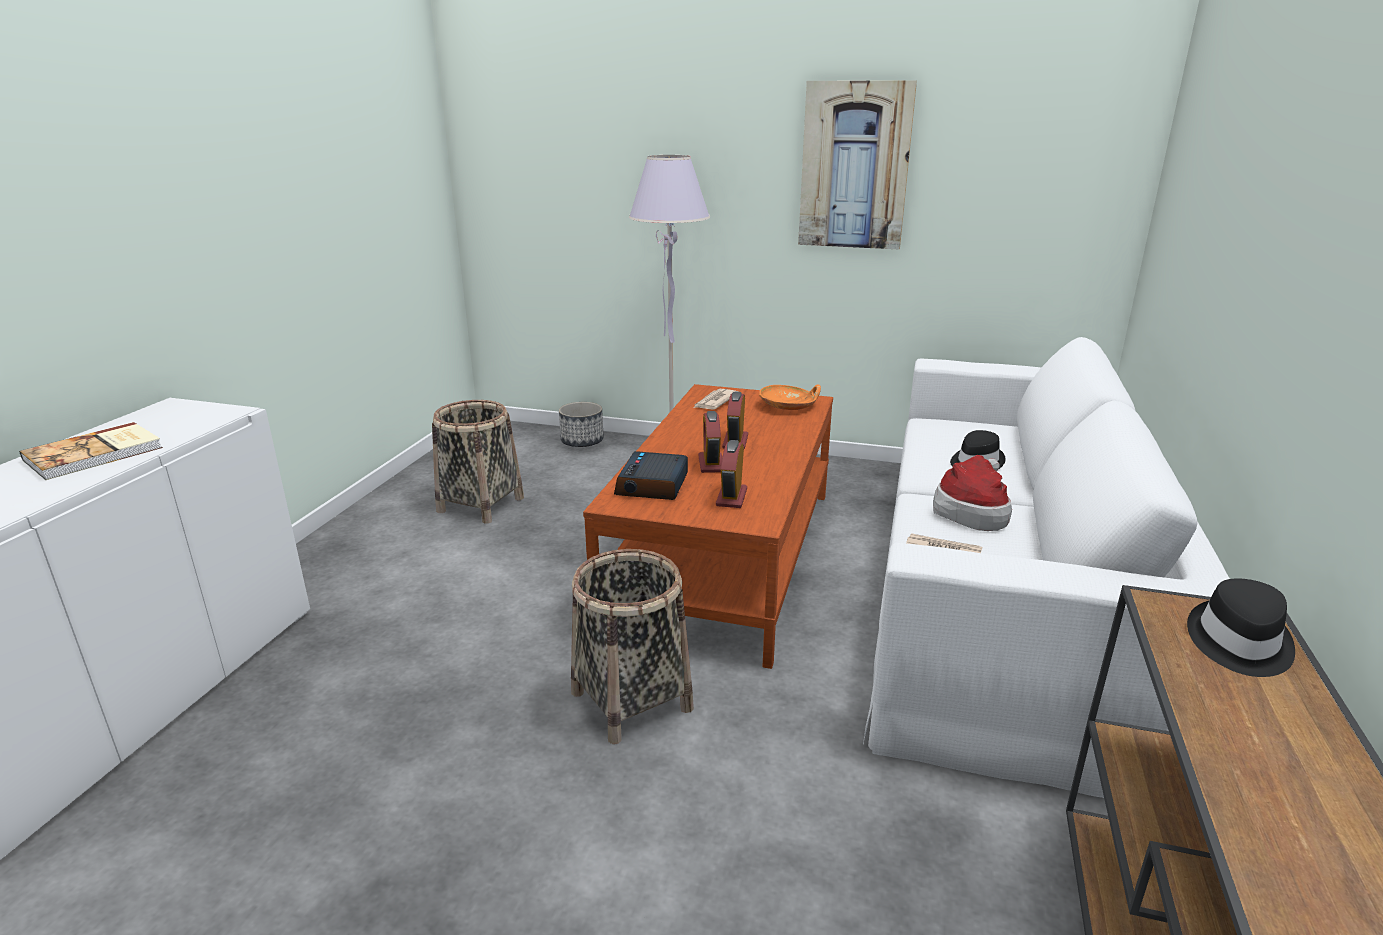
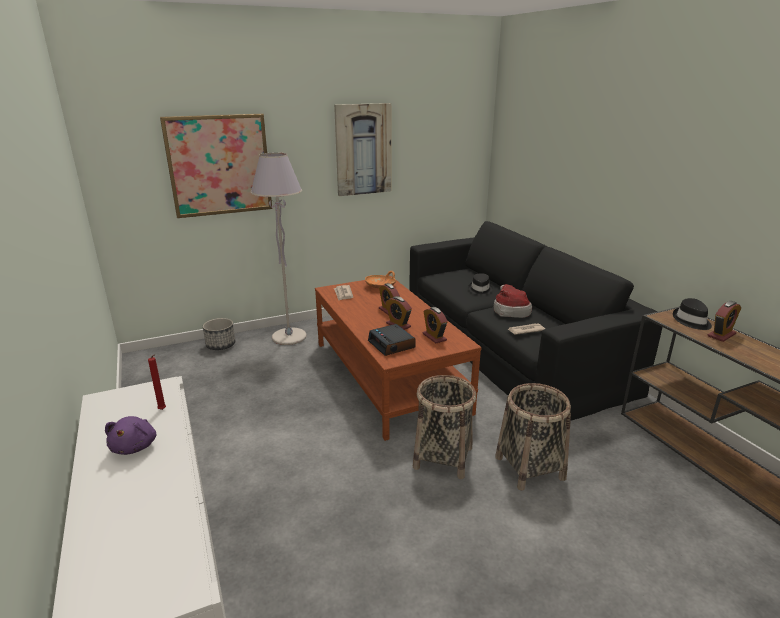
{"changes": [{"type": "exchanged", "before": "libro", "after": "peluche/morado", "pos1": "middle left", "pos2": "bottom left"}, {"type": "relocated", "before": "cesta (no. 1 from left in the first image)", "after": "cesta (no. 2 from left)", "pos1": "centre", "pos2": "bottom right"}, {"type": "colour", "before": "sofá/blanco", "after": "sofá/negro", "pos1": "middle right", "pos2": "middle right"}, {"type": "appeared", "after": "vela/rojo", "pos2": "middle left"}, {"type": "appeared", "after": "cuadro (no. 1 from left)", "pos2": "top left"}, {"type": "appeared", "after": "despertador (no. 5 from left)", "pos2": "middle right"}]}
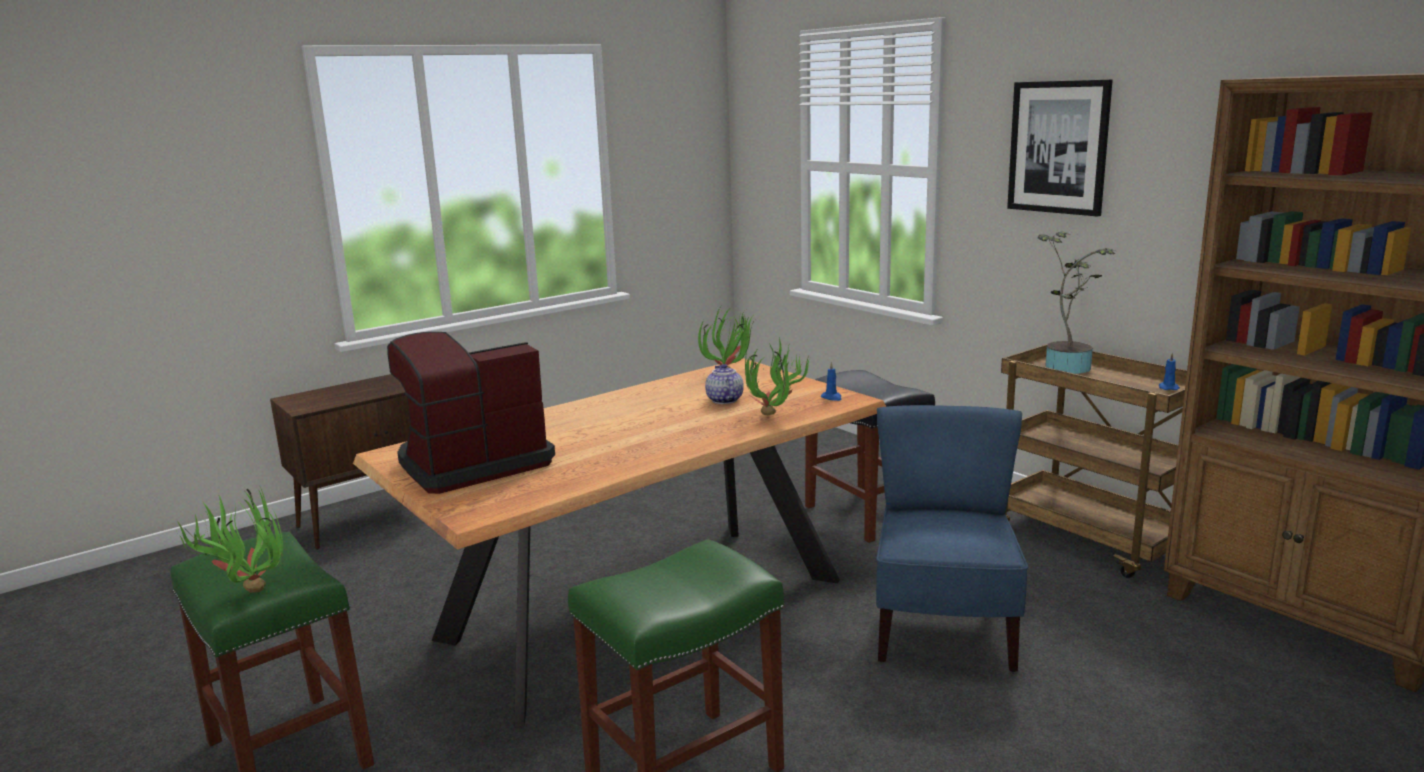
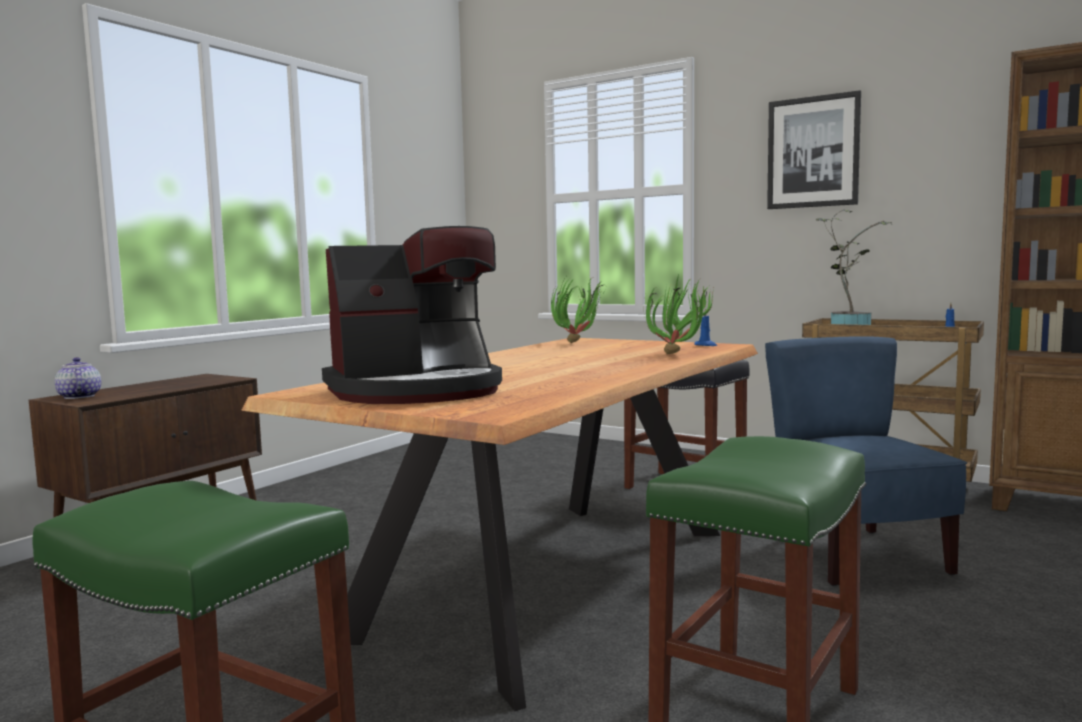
{"changes": [{"type": "missing", "before": "planta en maceta (no. 1 from left)", "pos1": "bottom left"}, {"type": "spun", "before": "cafetera", "pos1": "middle left", "pos2": "centre", "turn": -150}, {"type": "relocated", "before": "tetera", "pos1": "centre", "pos2": "middle left"}]}
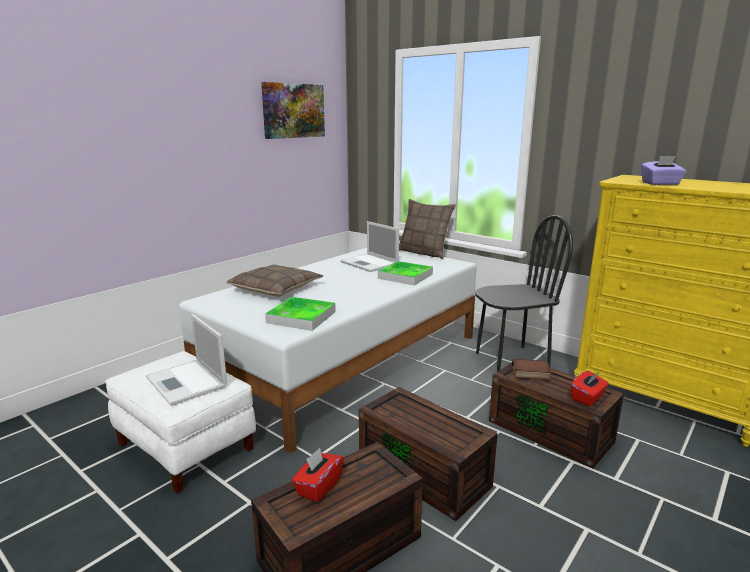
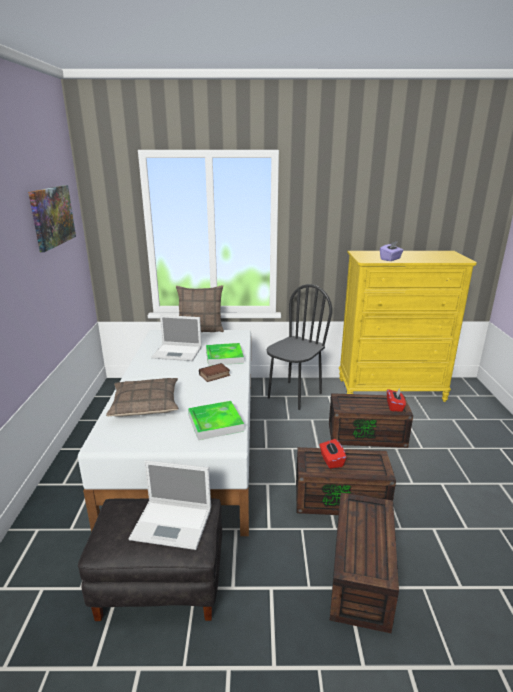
{"changes": [{"type": "colour", "before": "puf/blanco", "after": "puf/negro", "pos1": "bottom left", "pos2": "bottom left"}, {"type": "relocated", "before": "caja de pañuelos/rojo (no. 1 from left)", "pos1": "bottom centre", "pos2": "centre"}, {"type": "relocated", "before": "libro", "pos1": "middle right", "pos2": "centre"}]}
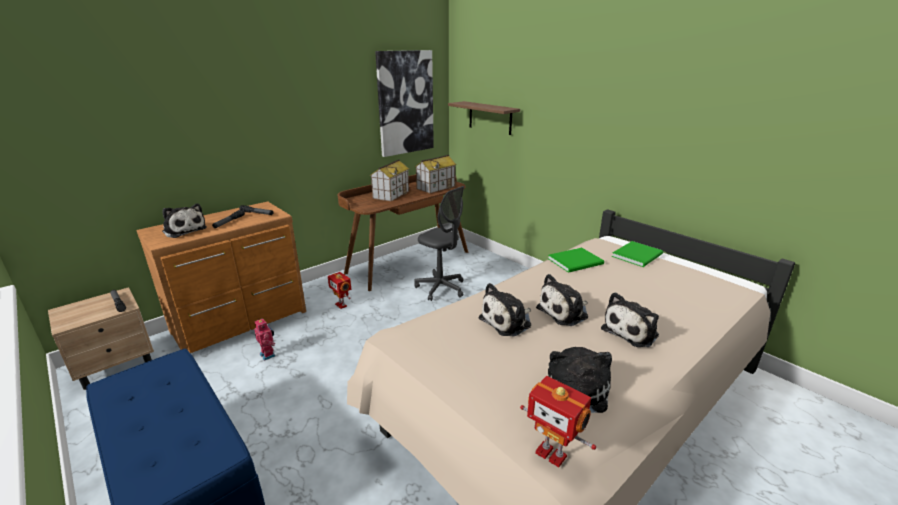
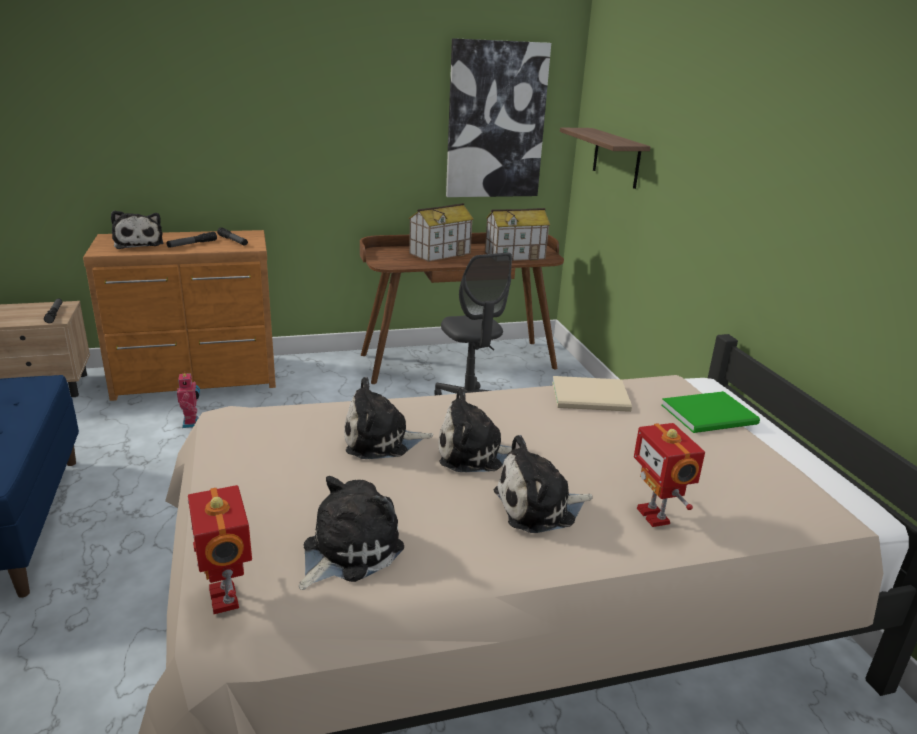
{"changes": [{"type": "relocated", "before": "robot de juguete (no. 2 from left in the first image)", "after": "robot de juguete (no. 3 from left)", "pos1": "centre", "pos2": "middle right"}, {"type": "colour", "before": "libro/verde (no. 1 from left)", "after": "libro/beis", "pos1": "centre", "pos2": "centre"}]}
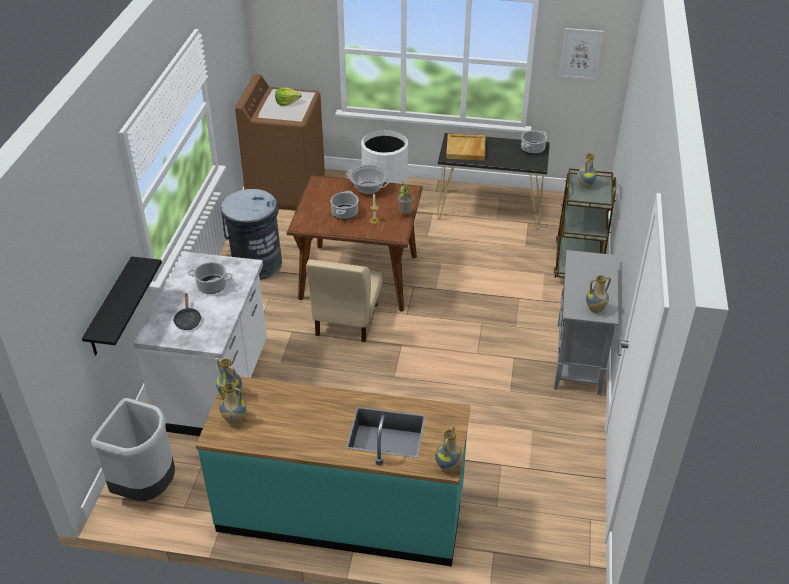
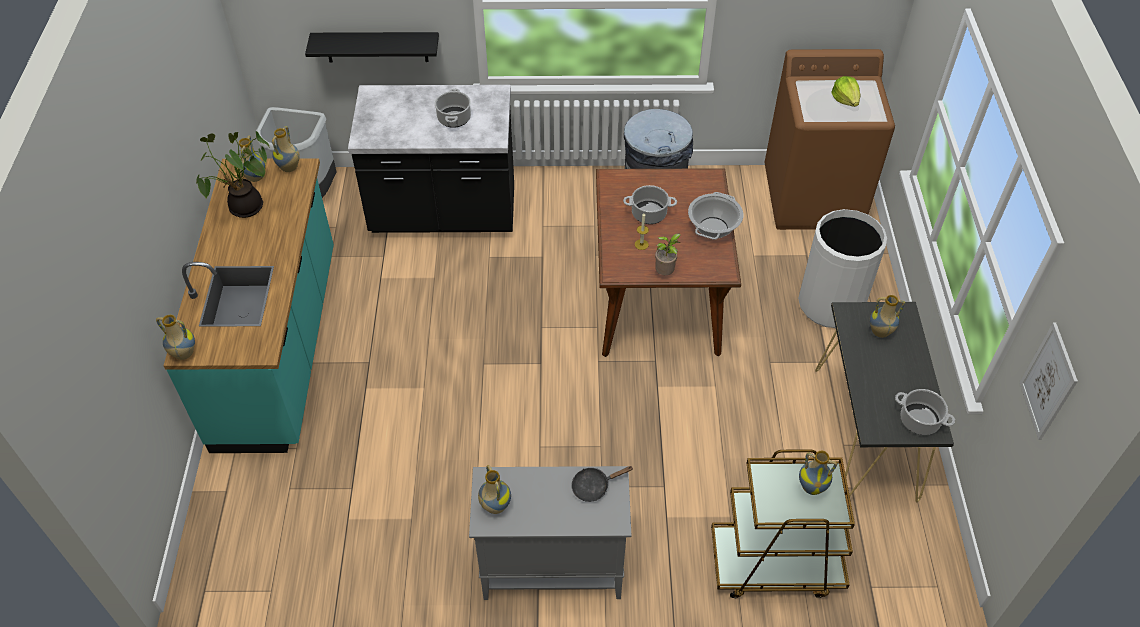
{"changes": [{"type": "colour", "before": "mueble bajo de cocina/blanco", "after": "mueble bajo de cocina/negro", "pos1": "middle left", "pos2": "top centre"}, {"type": "relocated", "before": "sartén/negro", "pos1": "middle left", "pos2": "bottom centre"}, {"type": "missing", "before": "silla/beis", "pos1": "centre"}, {"type": "exchanged", "before": "bandeja/beis", "after": "florero (no. 6 from left)", "pos1": "top centre", "pos2": "middle right"}, {"type": "appeared", "after": "planta en maceta (no. 1 from left)", "pos2": "top left"}]}
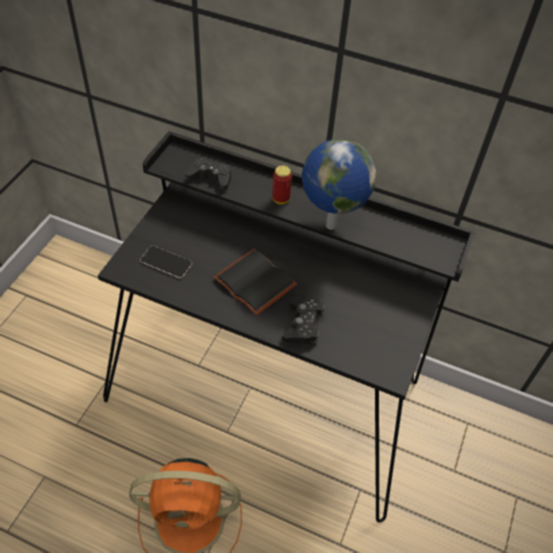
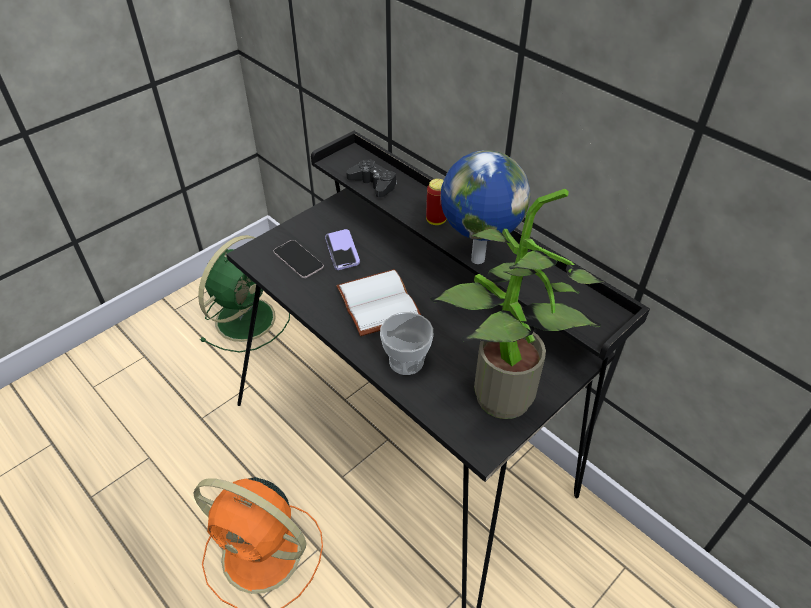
{"changes": [{"type": "colour", "before": "libro/negro", "after": "libro/blanco", "pos1": "centre", "pos2": "centre"}, {"type": "exchanged", "before": "mando de consola/negro (no. 2 from left)", "after": "taza", "pos1": "centre", "pos2": "centre"}, {"type": "appeared", "after": "ventilador/verde", "pos2": "middle left"}, {"type": "appeared", "after": "móvil (no. 2 from left)", "pos2": "centre"}, {"type": "appeared", "after": "planta en maceta", "pos2": "centre"}]}
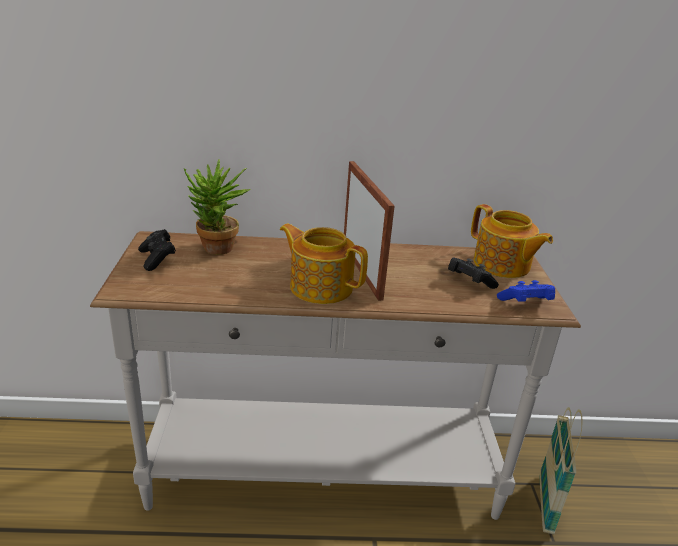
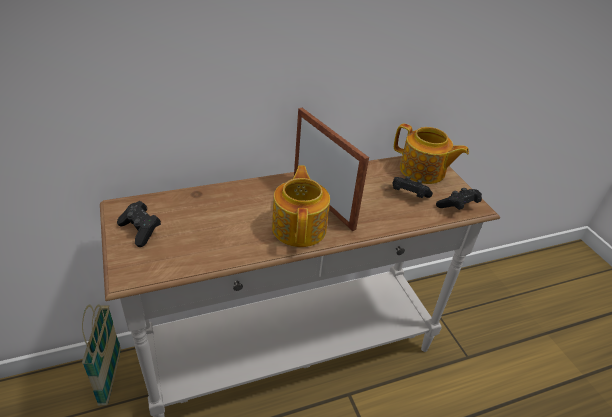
{"changes": [{"type": "missing", "before": "planta en maceta", "pos1": "middle left"}, {"type": "spun", "before": "tetera (no. 1 from left)", "pos1": "centre", "pos2": "centre", "turn": 75}, {"type": "colour", "before": "mando de consola/azul", "after": "mando de consola/negro (no. 3 from left)", "pos1": "middle right", "pos2": "middle right"}, {"type": "relocated", "before": "cesta", "pos1": "bottom right", "pos2": "bottom left"}]}
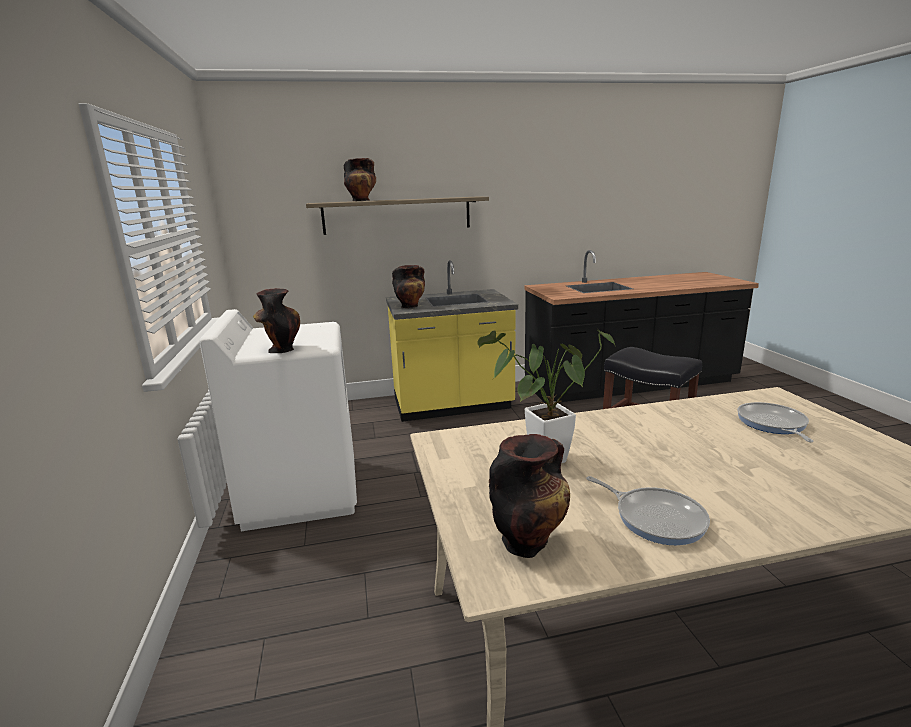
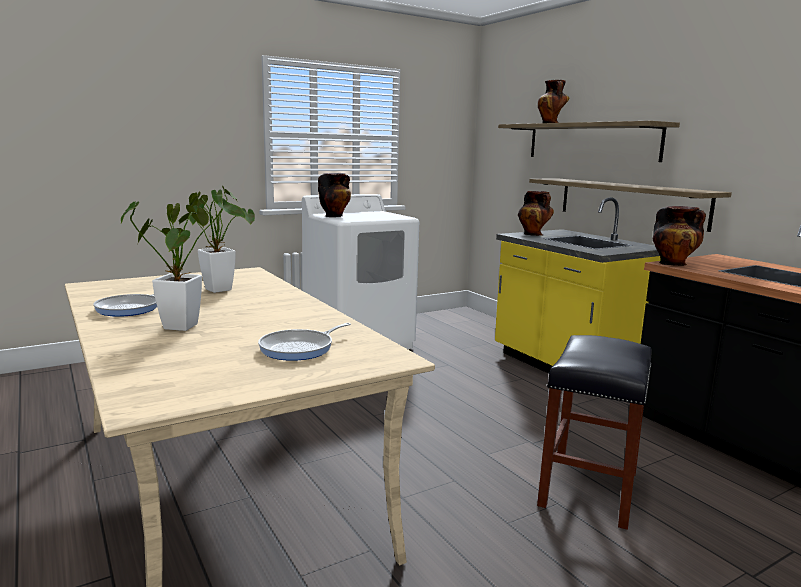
{"changes": [{"type": "relocated", "before": "florero (no. 4 from left)", "pos1": "bottom centre", "pos2": "middle right"}, {"type": "spun", "before": "sartén (no. 2 from left)", "pos1": "middle right", "pos2": "centre", "turn": 150}, {"type": "appeared", "after": "planta en maceta (no. 1 from left)", "pos2": "middle left"}, {"type": "appeared", "after": "estante (no. 2 from left)", "pos2": "middle right"}]}
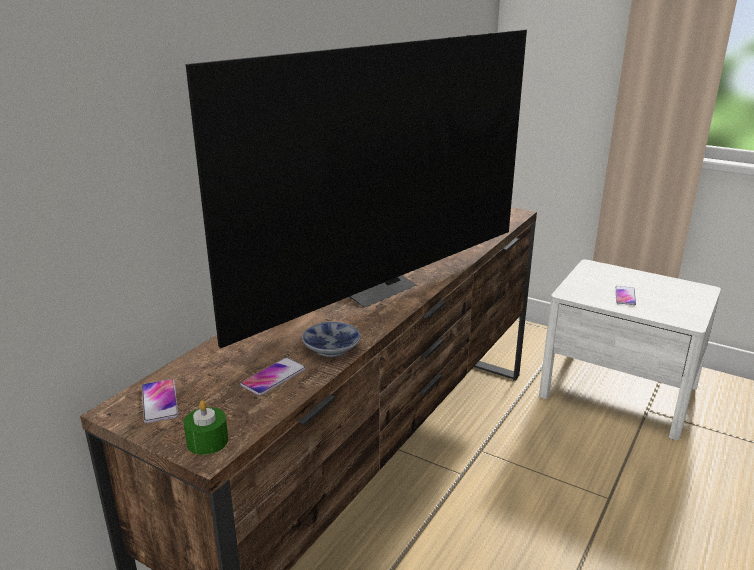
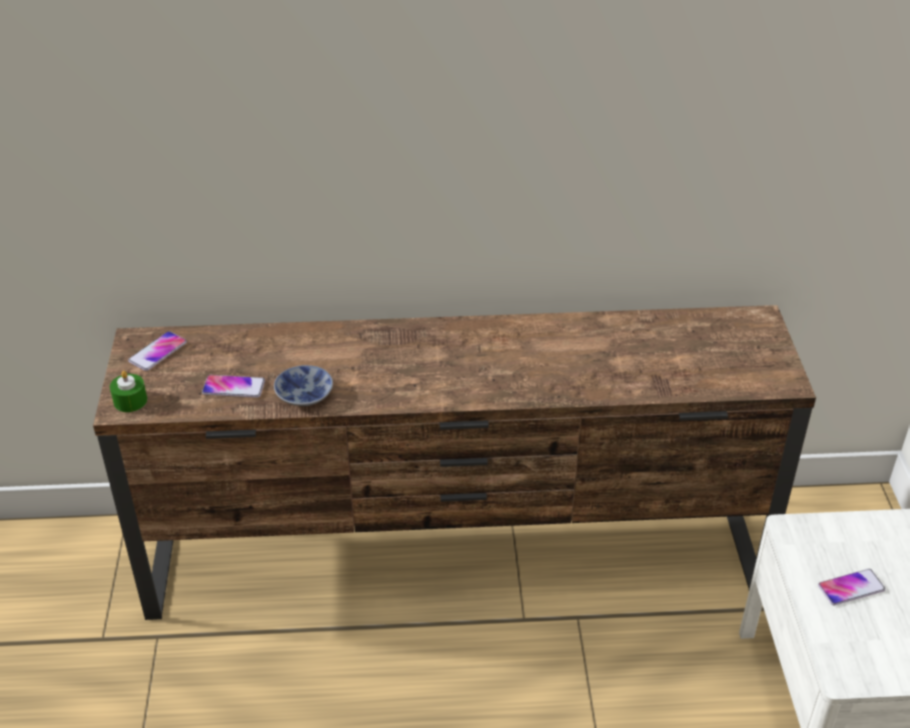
{"changes": [{"type": "missing", "before": "televisor", "pos1": "top centre"}]}
